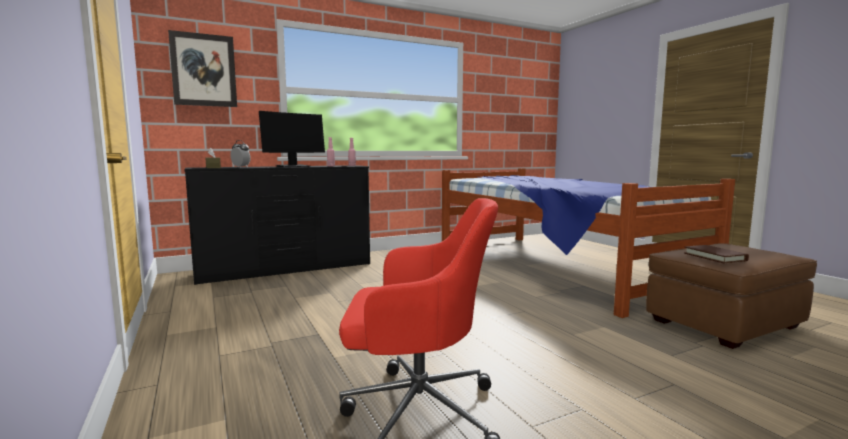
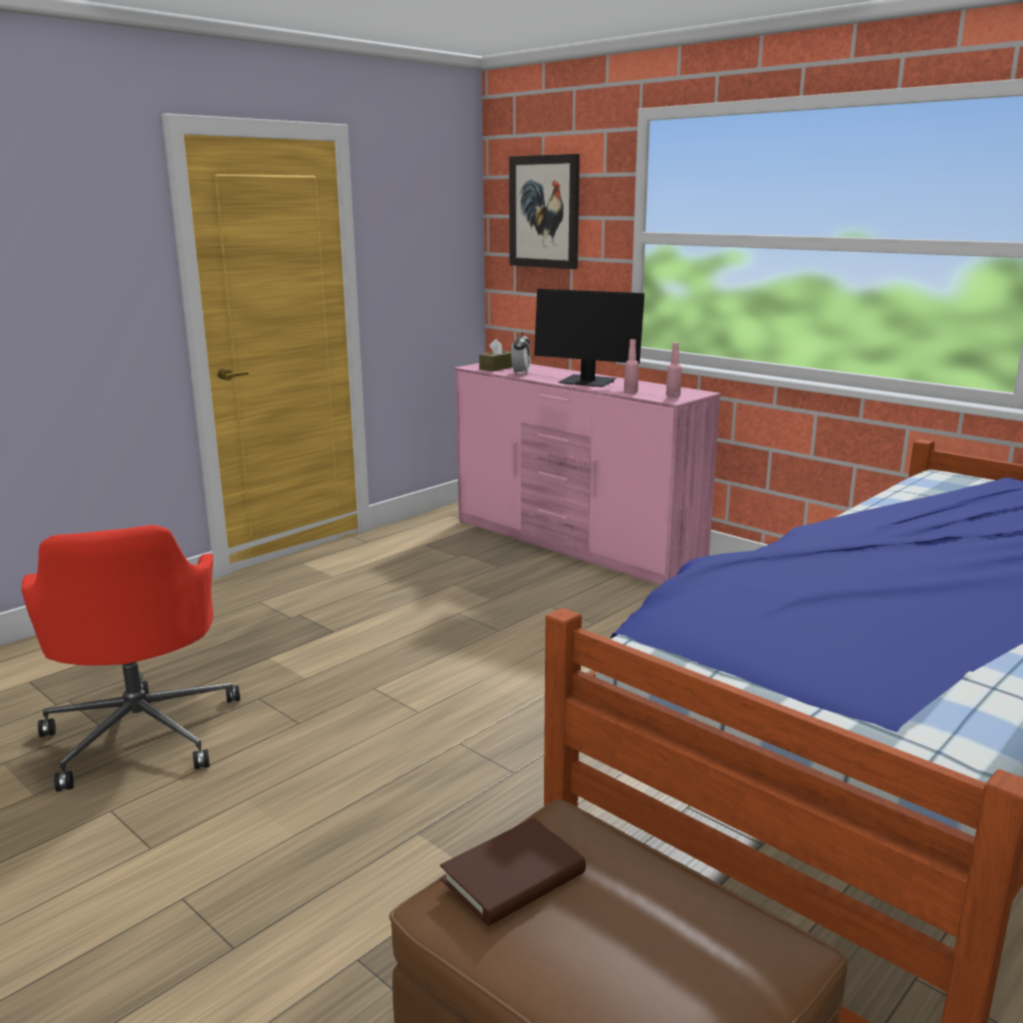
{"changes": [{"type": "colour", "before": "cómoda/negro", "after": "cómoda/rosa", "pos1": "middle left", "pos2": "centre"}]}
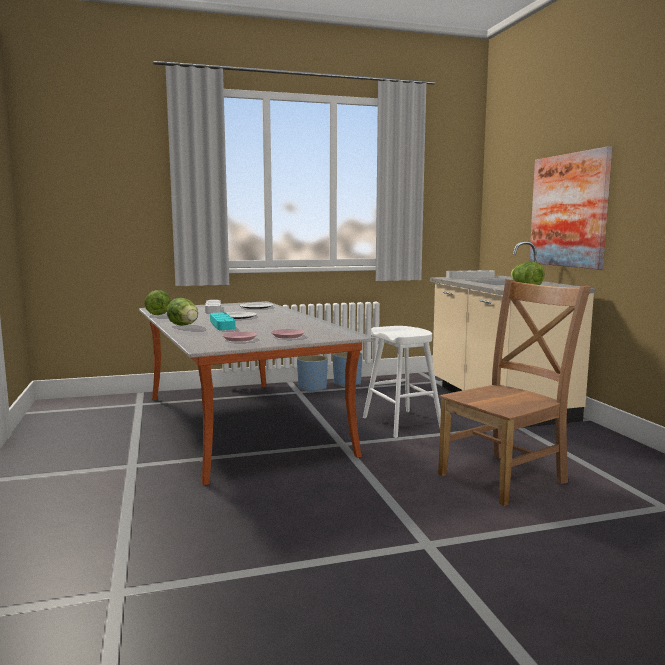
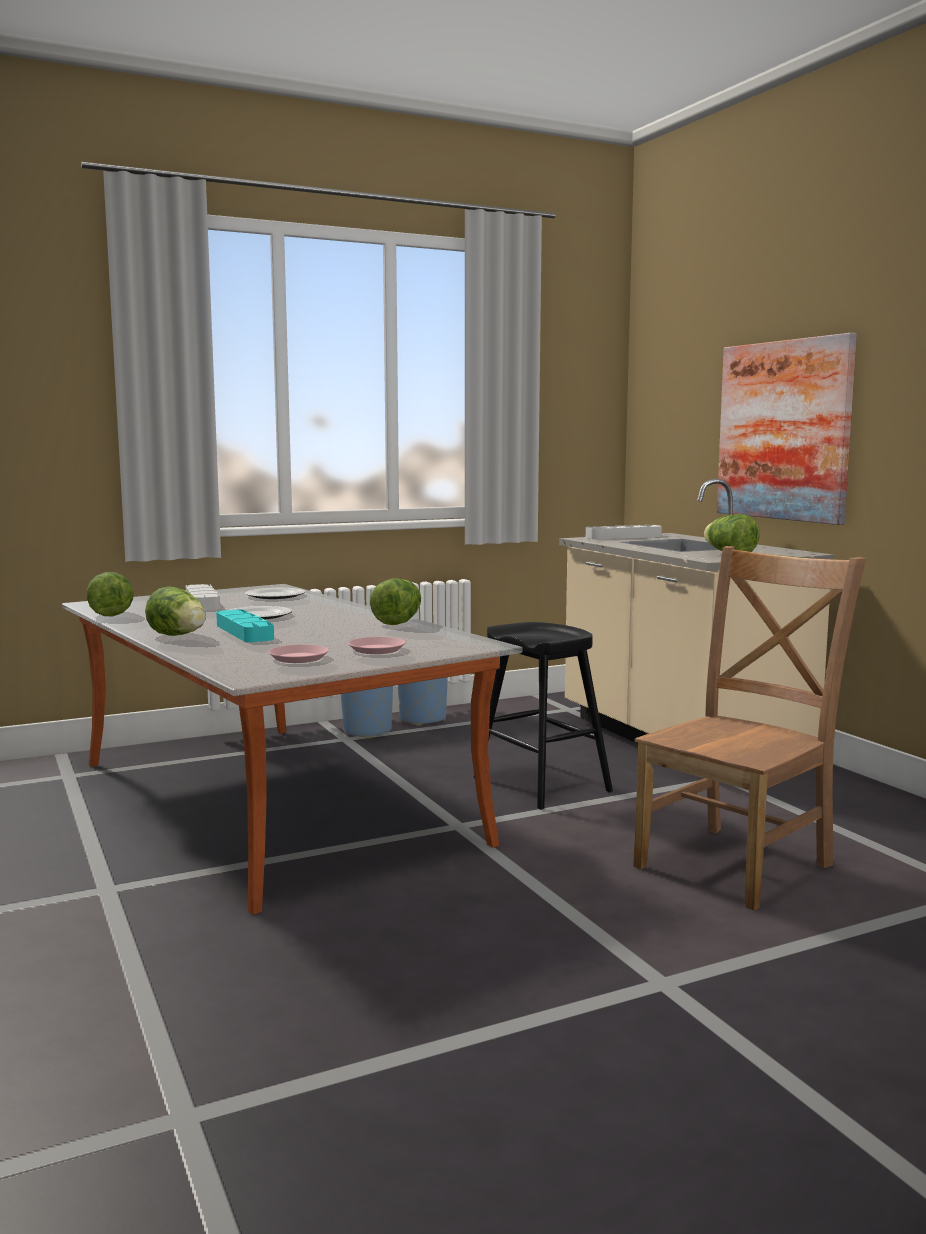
{"changes": [{"type": "colour", "before": "taburete/blanco", "after": "taburete/negro", "pos1": "centre", "pos2": "centre"}, {"type": "appeared", "after": "lechuga (no. 3 from left)", "pos2": "centre"}]}
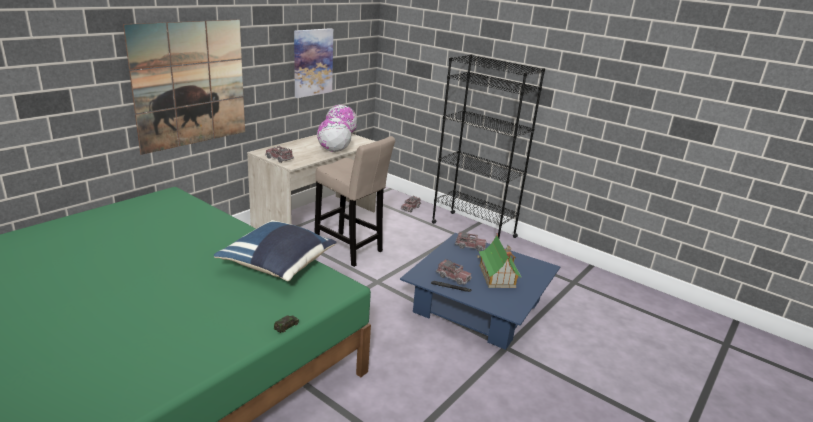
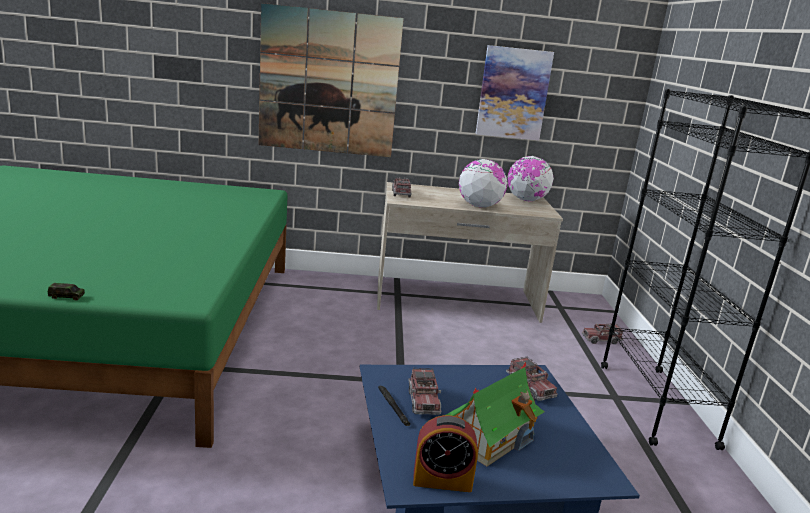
{"changes": [{"type": "missing", "before": "cojín/azul", "pos1": "centre"}, {"type": "missing", "before": "taburete/beis", "pos1": "centre"}, {"type": "appeared", "after": "despertador", "pos2": "bottom centre"}]}
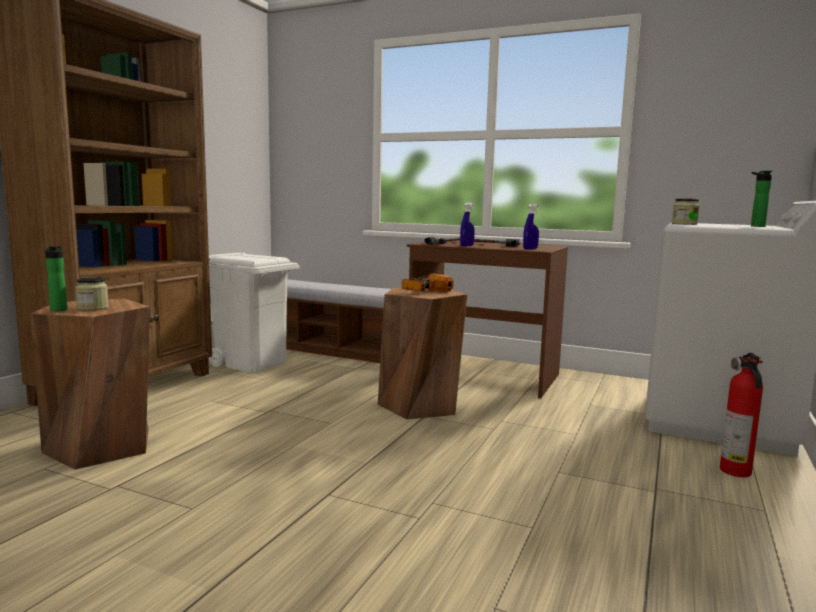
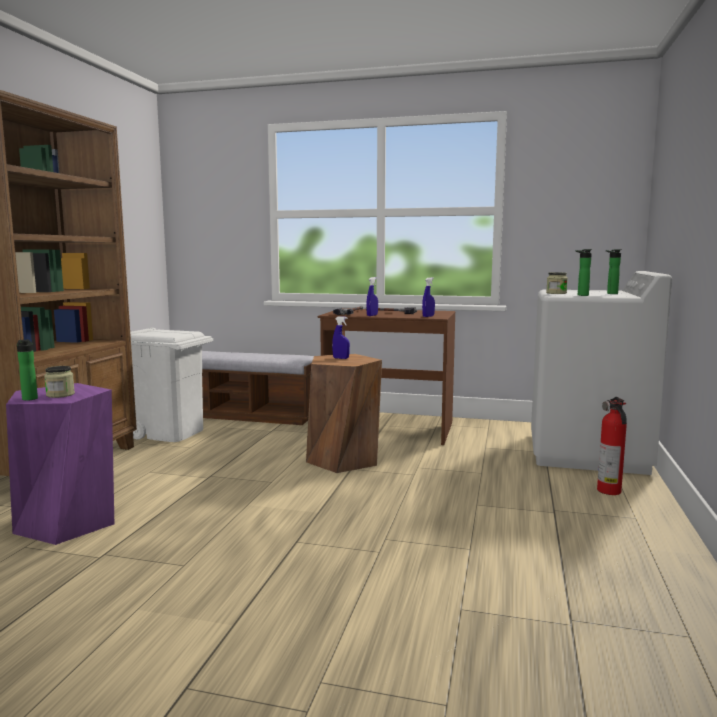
{"changes": [{"type": "colour", "before": "taburete/marrón (no. 1 from left)", "after": "taburete/morado", "pos1": "middle left", "pos2": "middle left"}, {"type": "exchanged", "before": "taladro", "after": "pulverizador/azul (no. 1 from left)", "pos1": "centre", "pos2": "centre"}, {"type": "appeared", "after": "botella (no. 2 from left)", "pos2": "middle right"}]}
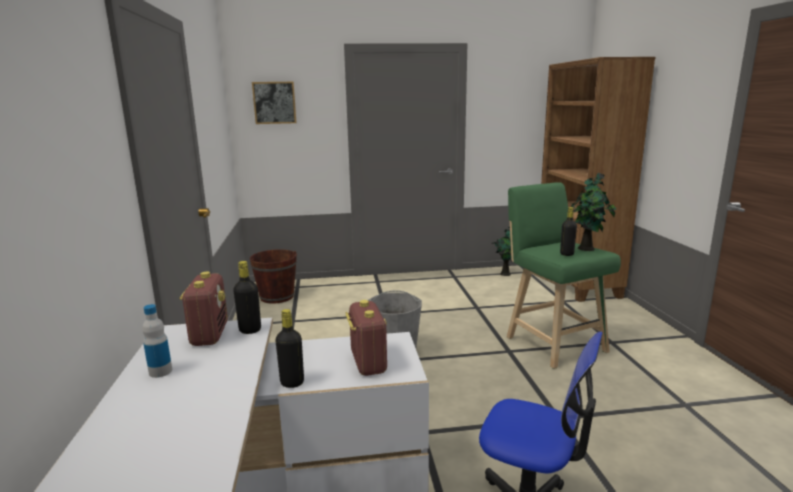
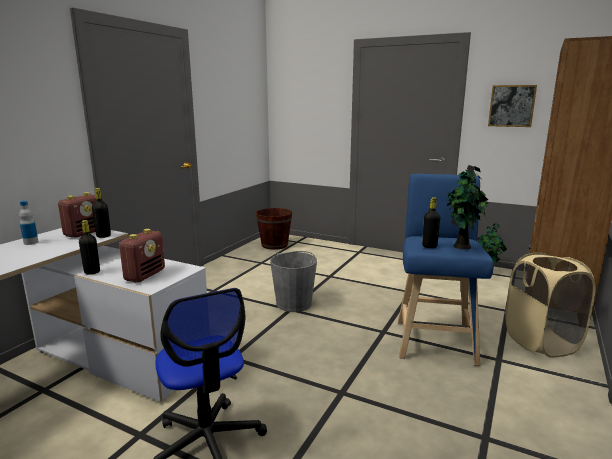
{"changes": [{"type": "relocated", "before": "cuadro", "pos1": "top centre", "pos2": "top right"}, {"type": "colour", "before": "taburete/verde", "after": "taburete/azul", "pos1": "middle right", "pos2": "middle right"}, {"type": "appeared", "after": "cesto de la ropa/beis", "pos2": "middle right"}]}
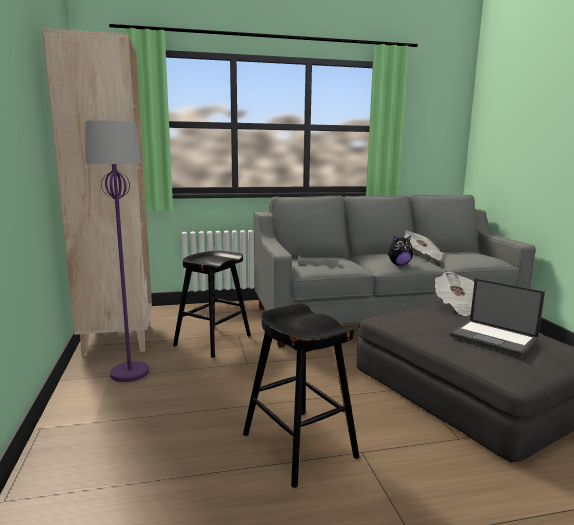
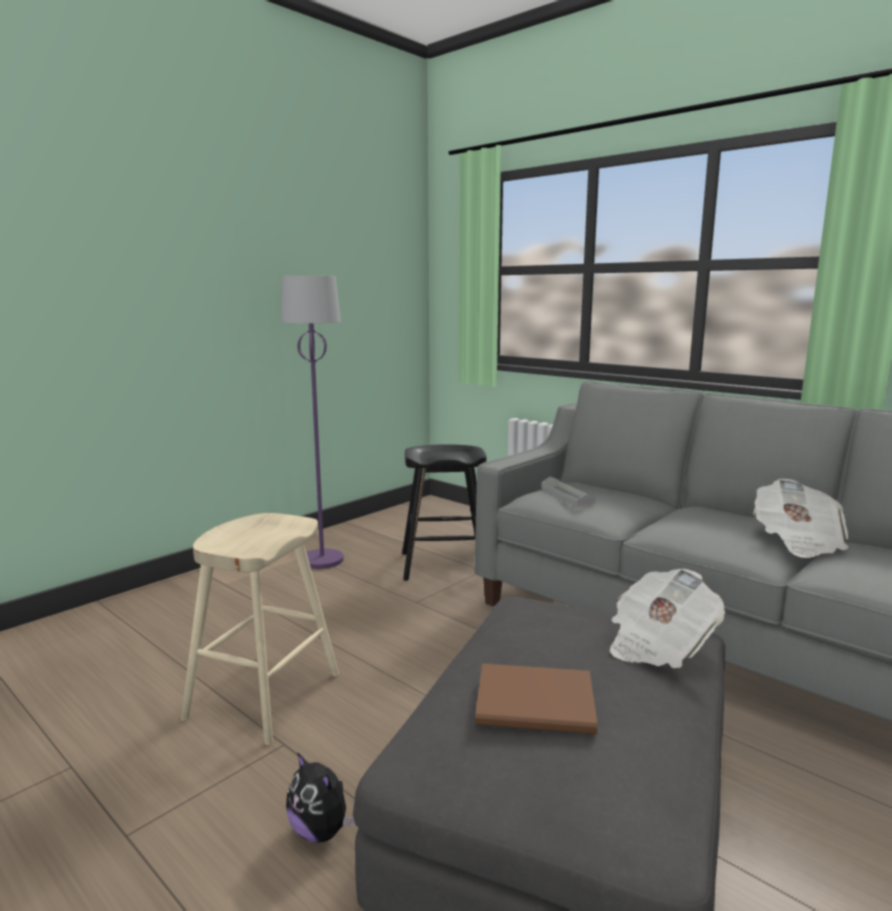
{"changes": [{"type": "missing", "before": "estantería/beis", "pos1": "middle left"}, {"type": "colour", "before": "taburete/negro (no. 2 from left)", "after": "taburete/beis", "pos1": "bottom centre", "pos2": "bottom left"}, {"type": "relocated", "before": "peluche", "pos1": "middle right", "pos2": "bottom centre"}, {"type": "exchanged", "before": "portátil", "after": "libro/marrón", "pos1": "middle right", "pos2": "bottom centre"}]}
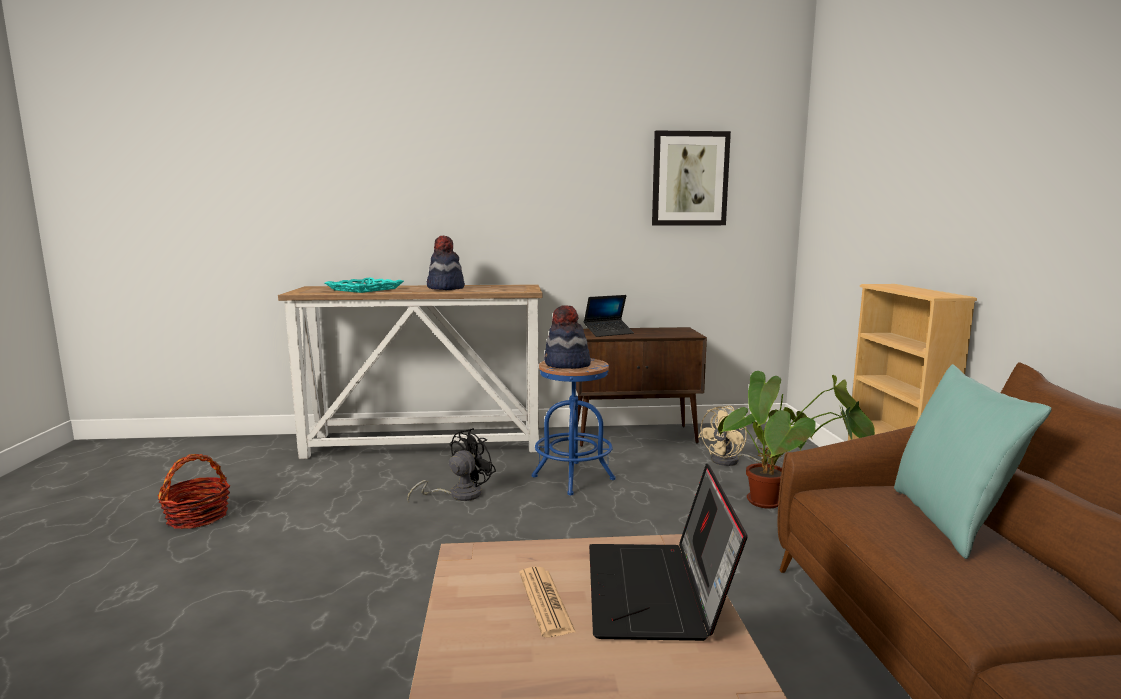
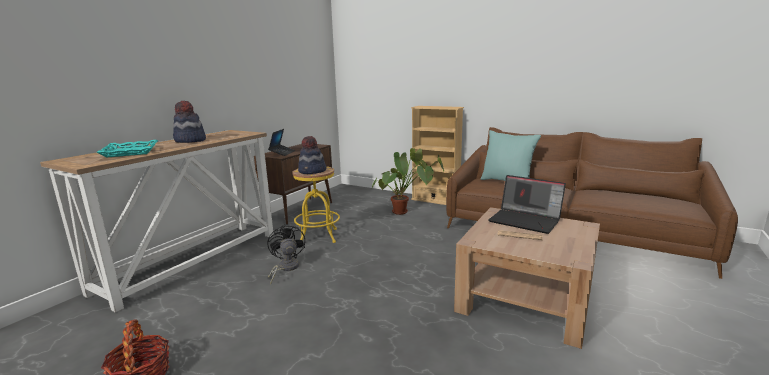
{"changes": [{"type": "colour", "before": "taburete/azul", "after": "taburete/amarillo", "pos1": "centre", "pos2": "centre"}, {"type": "missing", "before": "cuadro", "pos1": "top centre"}, {"type": "missing", "before": "ventilador/beis", "pos1": "centre"}]}
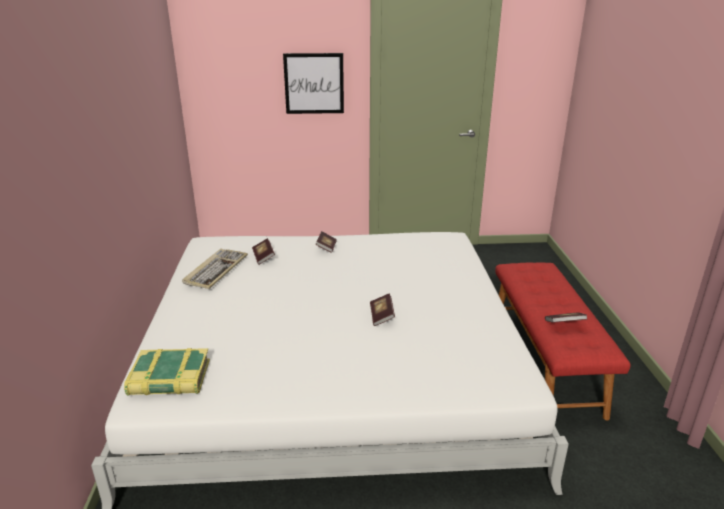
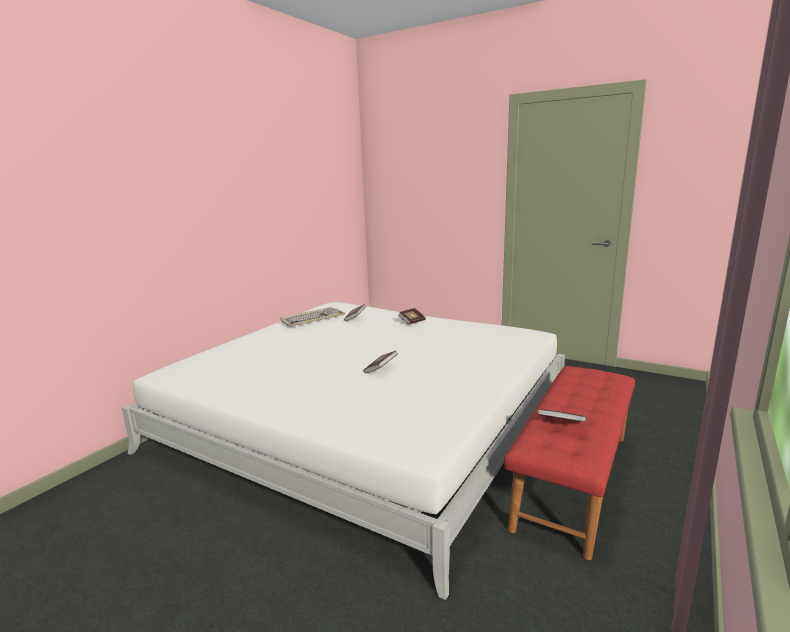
{"changes": [{"type": "missing", "before": "libro (no. 1 from left)", "pos1": "bottom left"}, {"type": "missing", "before": "cuadro", "pos1": "top centre"}]}
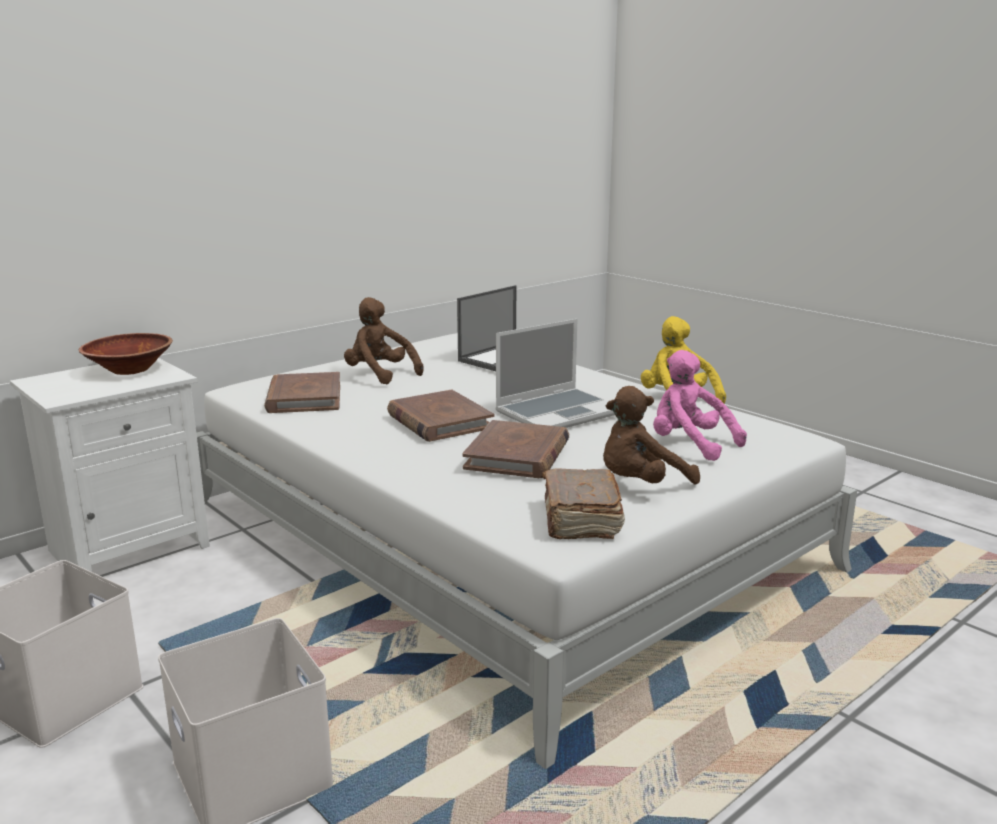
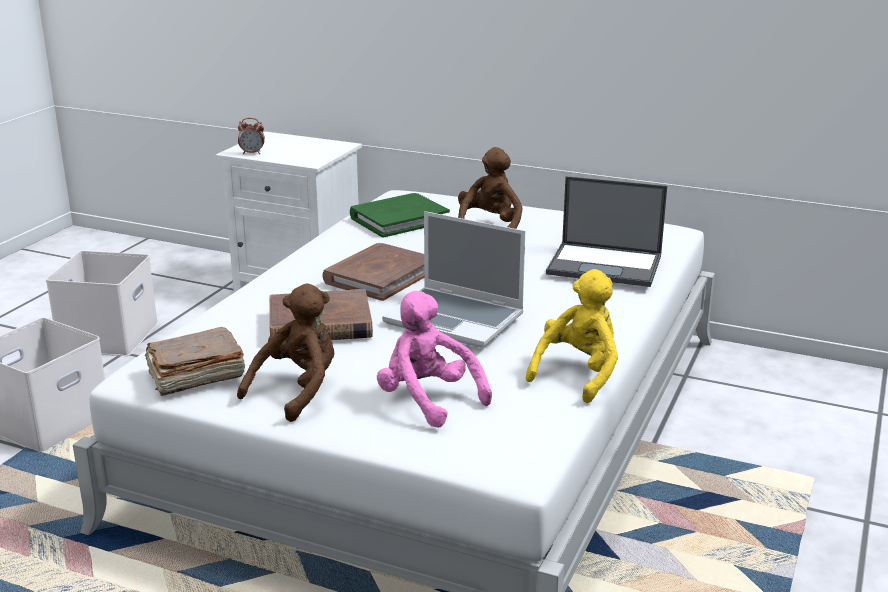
{"changes": [{"type": "missing", "before": "cuenco/marrón", "pos1": "middle left"}, {"type": "colour", "before": "libro/marrón (no. 1 from left)", "after": "libro/verde", "pos1": "middle left", "pos2": "centre"}, {"type": "spun", "before": "peluche/marrón (no. 2 from left in the first image)", "pos1": "centre", "pos2": "middle left", "turn": 90}, {"type": "spun", "before": "peluche/rosa", "pos1": "middle right", "pos2": "centre", "turn": -60}, {"type": "appeared", "after": "despertador", "pos2": "top left"}]}
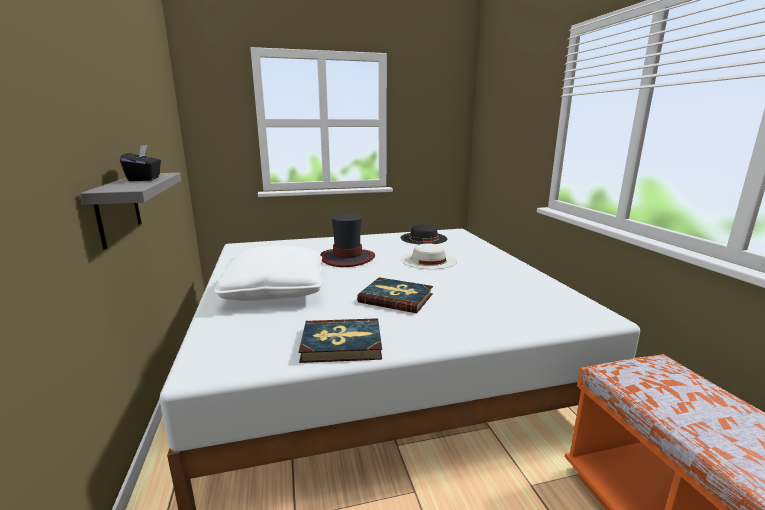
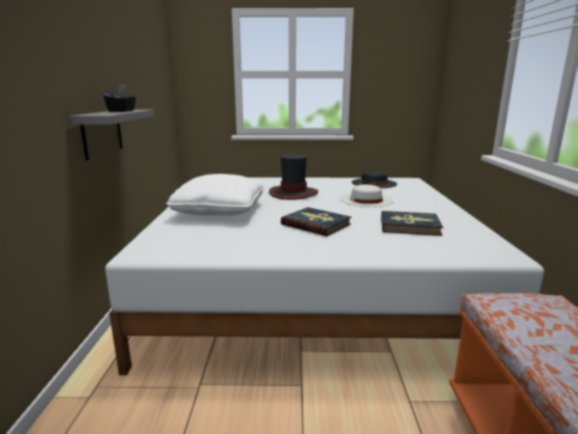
{"changes": [{"type": "relocated", "before": "libro (no. 1 from left in the first image)", "after": "libro (no. 2 from left)", "pos1": "bottom centre", "pos2": "middle right"}]}
